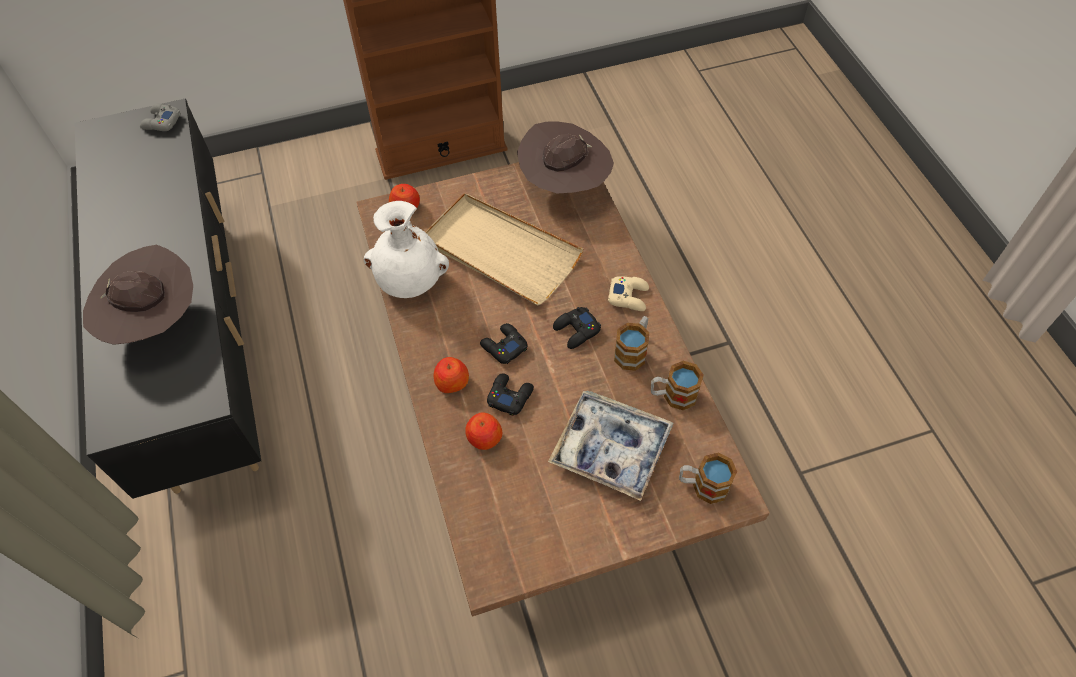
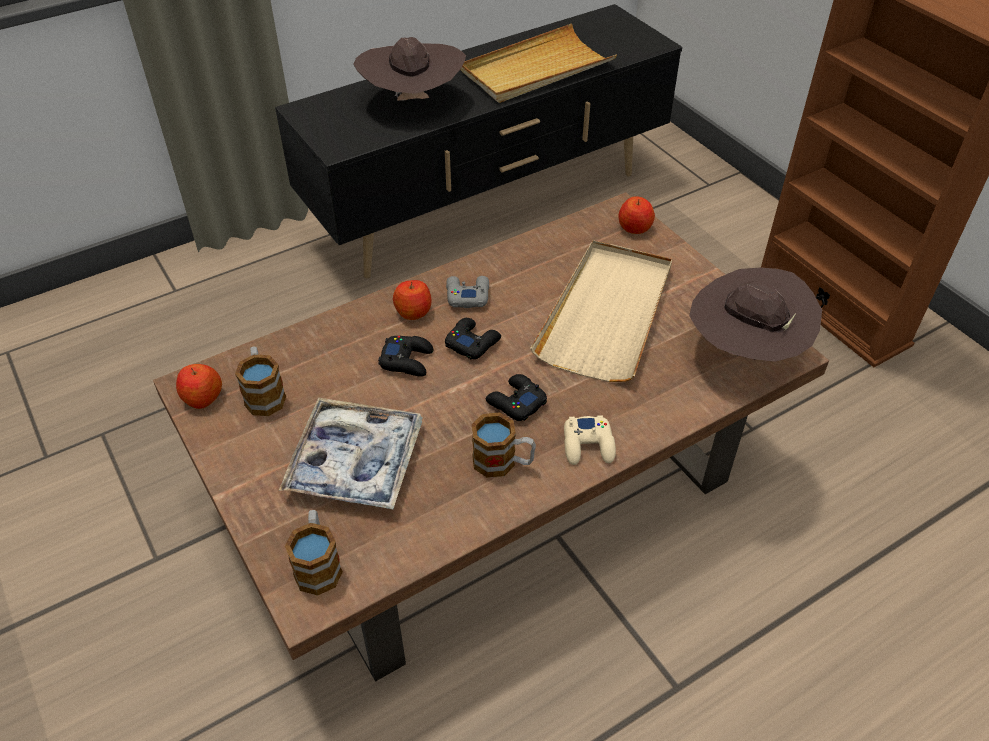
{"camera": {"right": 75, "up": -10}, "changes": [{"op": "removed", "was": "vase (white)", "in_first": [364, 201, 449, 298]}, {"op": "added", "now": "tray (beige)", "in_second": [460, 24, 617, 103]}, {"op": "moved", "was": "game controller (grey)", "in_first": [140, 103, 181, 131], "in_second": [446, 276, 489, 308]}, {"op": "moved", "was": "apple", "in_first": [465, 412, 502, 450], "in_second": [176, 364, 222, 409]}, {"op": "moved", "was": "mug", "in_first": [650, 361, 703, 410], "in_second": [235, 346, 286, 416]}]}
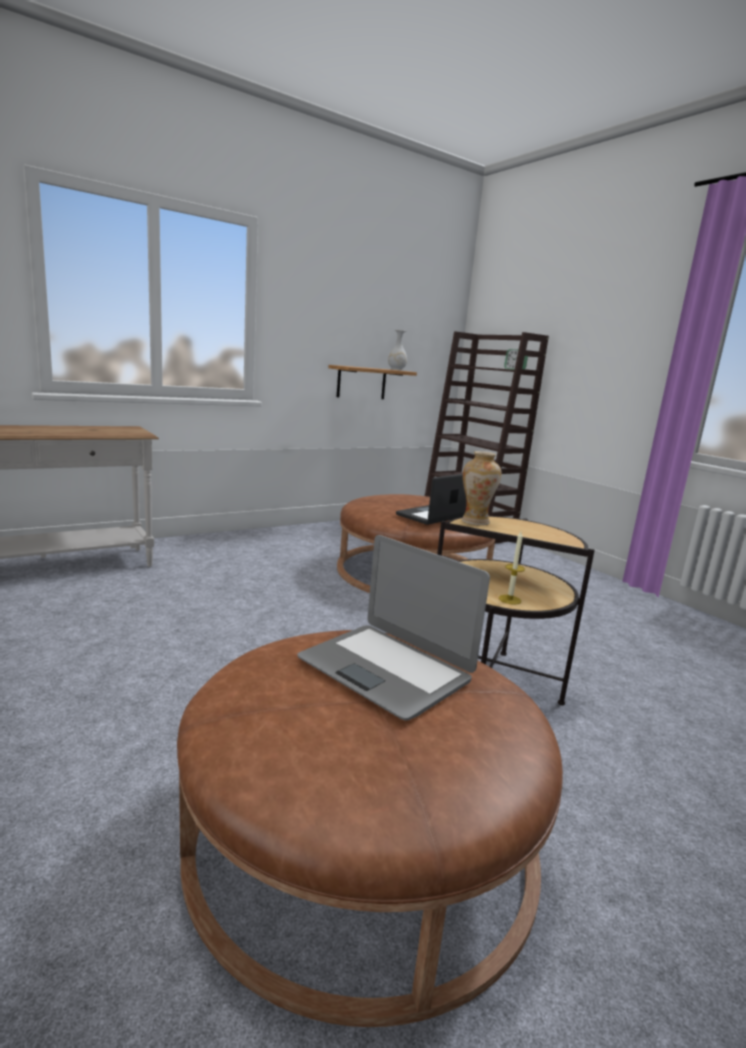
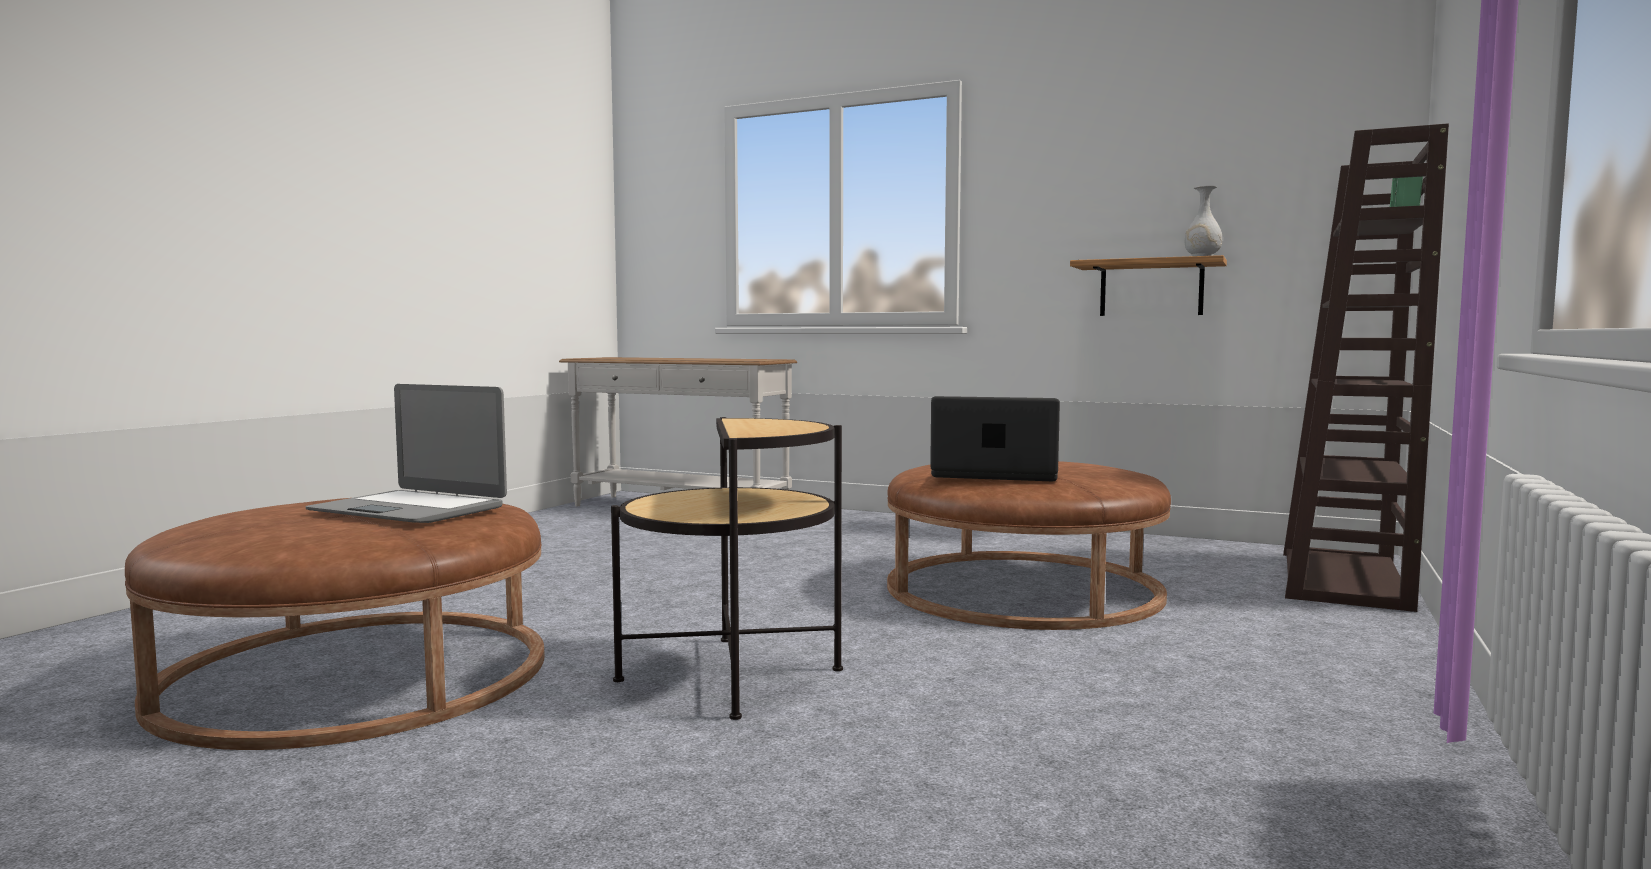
{"camera": {"right": 60, "up": -10}, "changes": [{"op": "removed", "was": "vase", "in_first": [462, 451, 501, 525]}, {"op": "removed", "was": "candle", "in_first": [499, 531, 525, 604]}, {"op": "turned", "was": "laptop", "in_first": [297, 535, 490, 720], "in_second": [306, 384, 507, 523], "clockwise": -75}]}
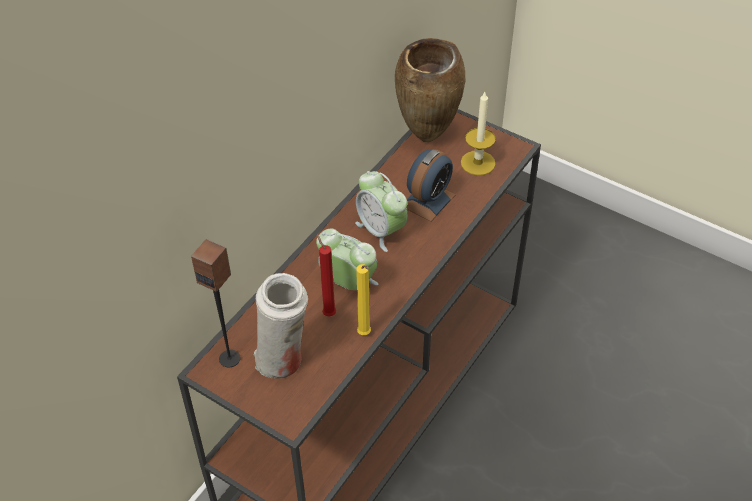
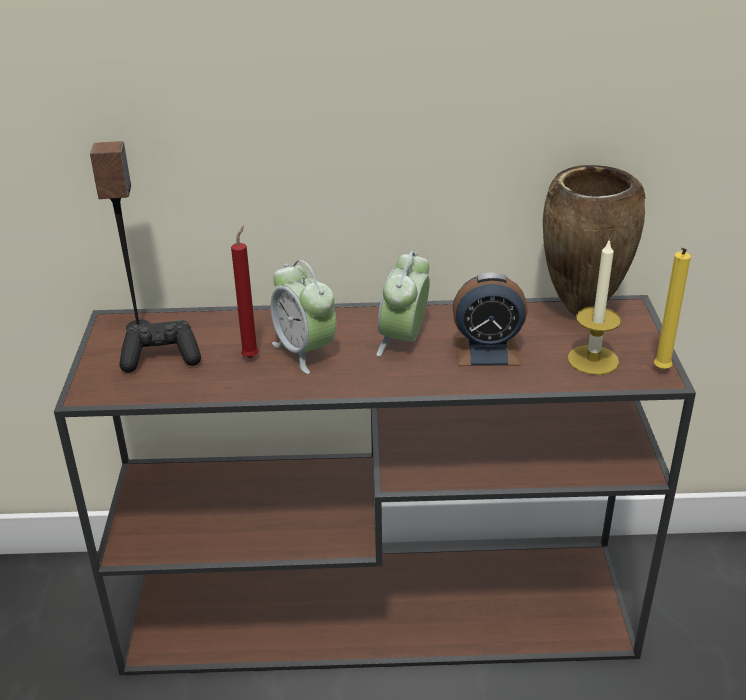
{"camera": {"right": 55, "up": -15}, "changes": [{"op": "moved", "was": "candle (yellow)", "in_first": [356, 264, 371, 335], "in_second": [654, 248, 691, 370]}, {"op": "replaced", "was": "vase (white)", "now": "game controller (black)", "in_first": [253, 273, 308, 379], "in_second": [120, 320, 201, 373]}, {"op": "turned", "was": "alarm clock", "in_first": [316, 228, 378, 290], "in_second": [271, 260, 336, 374], "clockwise": 150}]}
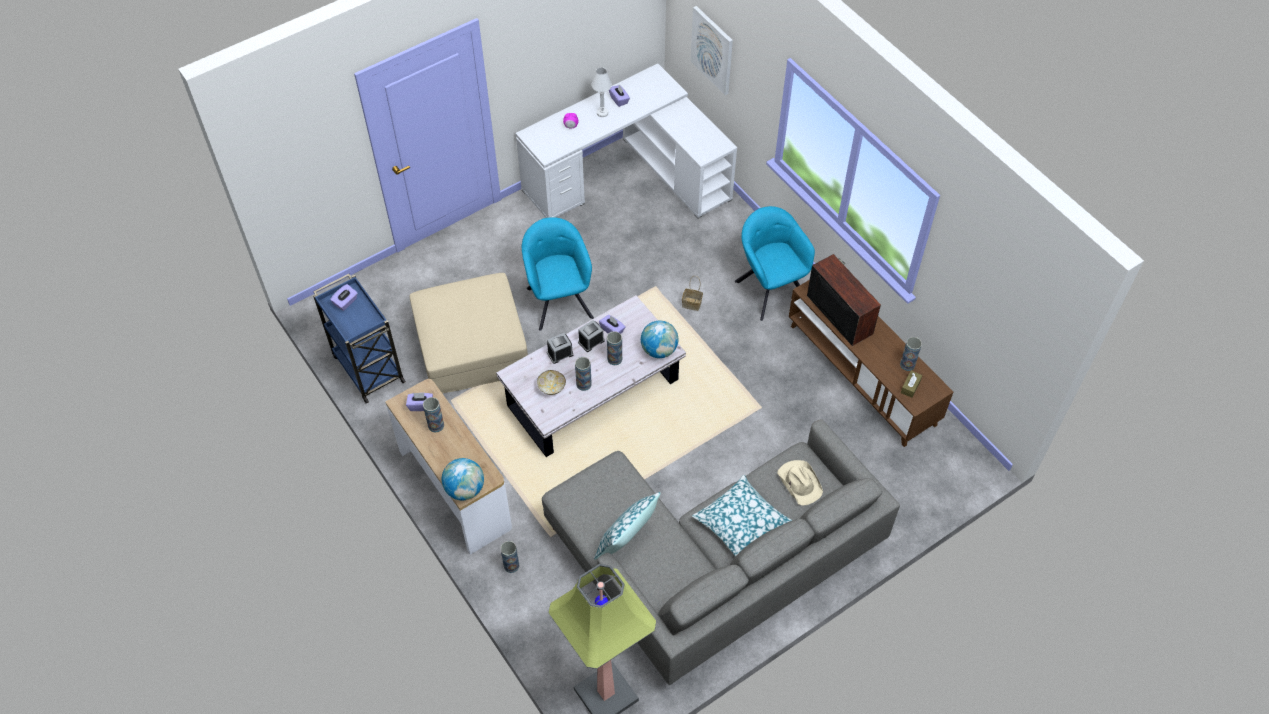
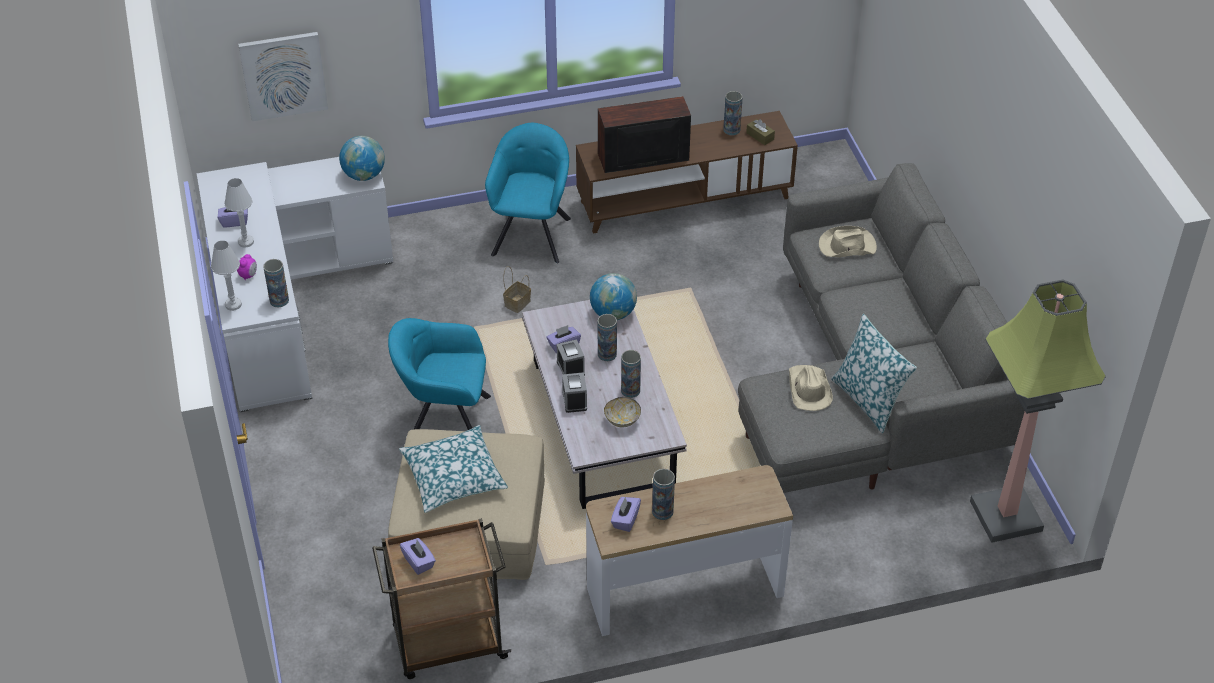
{"camera": {"right": -70, "up": -10}, "changes": [{"op": "added", "now": "table lamp (white)", "in_second": [211, 240, 242, 311]}, {"op": "added", "now": "hat (beige)", "in_second": [789, 365, 833, 411]}, {"op": "moved", "was": "globe", "in_first": [442, 458, 484, 500], "in_second": [339, 136, 385, 181]}, {"op": "moved", "was": "vase", "in_first": [500, 541, 520, 573], "in_second": [263, 259, 289, 307]}, {"op": "moved", "was": "pillow", "in_first": [692, 475, 792, 556], "in_second": [399, 425, 508, 513]}, {"op": "recoloured", "was": "cart (blue)", "now": "cart (brown)", "in_first": [313, 274, 406, 404], "in_second": [372, 518, 512, 679]}, {"op": "turned", "was": "armchair (turquoise)", "in_first": [735, 206, 815, 321], "in_second": [485, 123, 571, 264], "clockwise": 105}]}
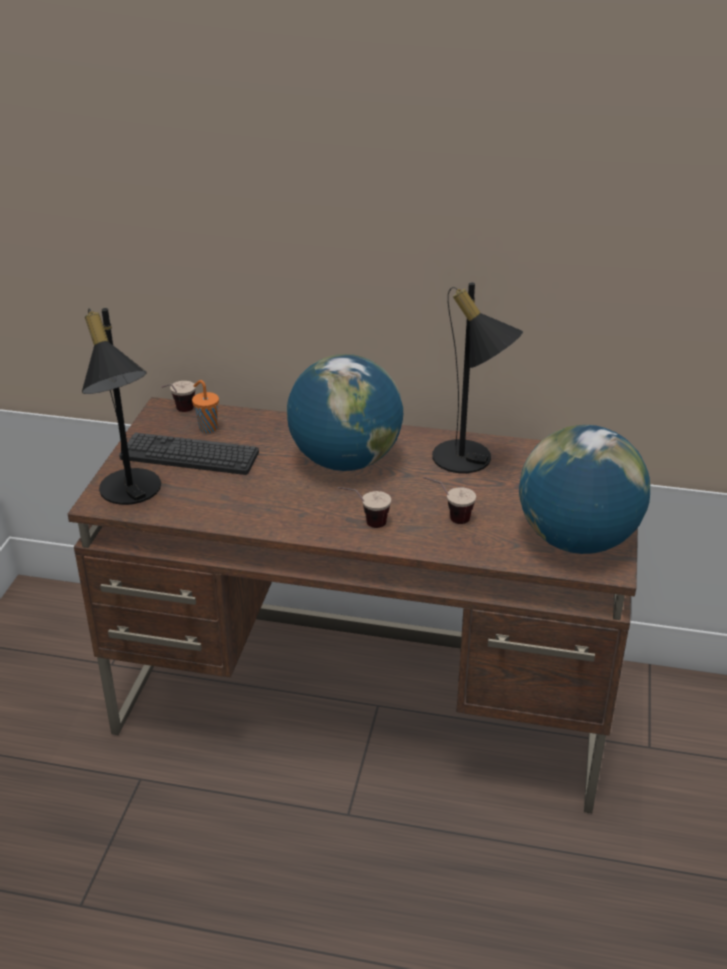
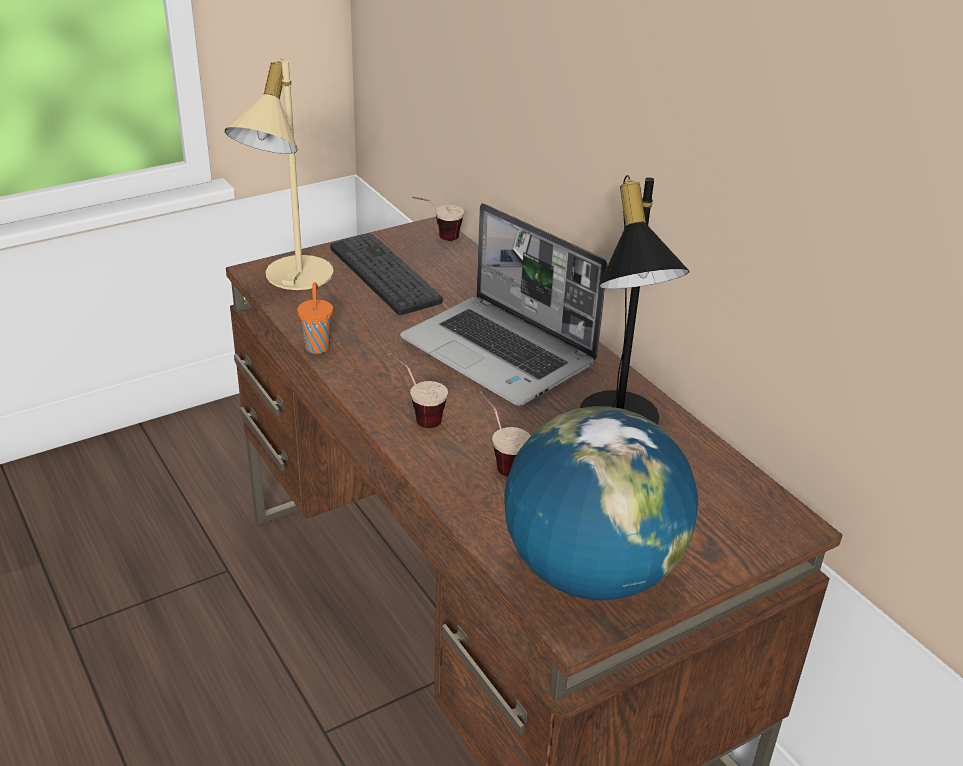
{"camera": {"right": 45, "up": 0}, "changes": [{"op": "moved", "was": "cup (orange)", "in_first": [192, 380, 219, 433], "in_second": [297, 282, 333, 354]}, {"op": "replaced", "was": "globe", "now": "laptop", "in_first": [287, 354, 403, 471], "in_second": [400, 203, 608, 406]}, {"op": "recoloured", "was": "table lamp (black)", "now": "table lamp (beige)", "in_first": [82, 308, 161, 505], "in_second": [224, 58, 334, 290]}]}
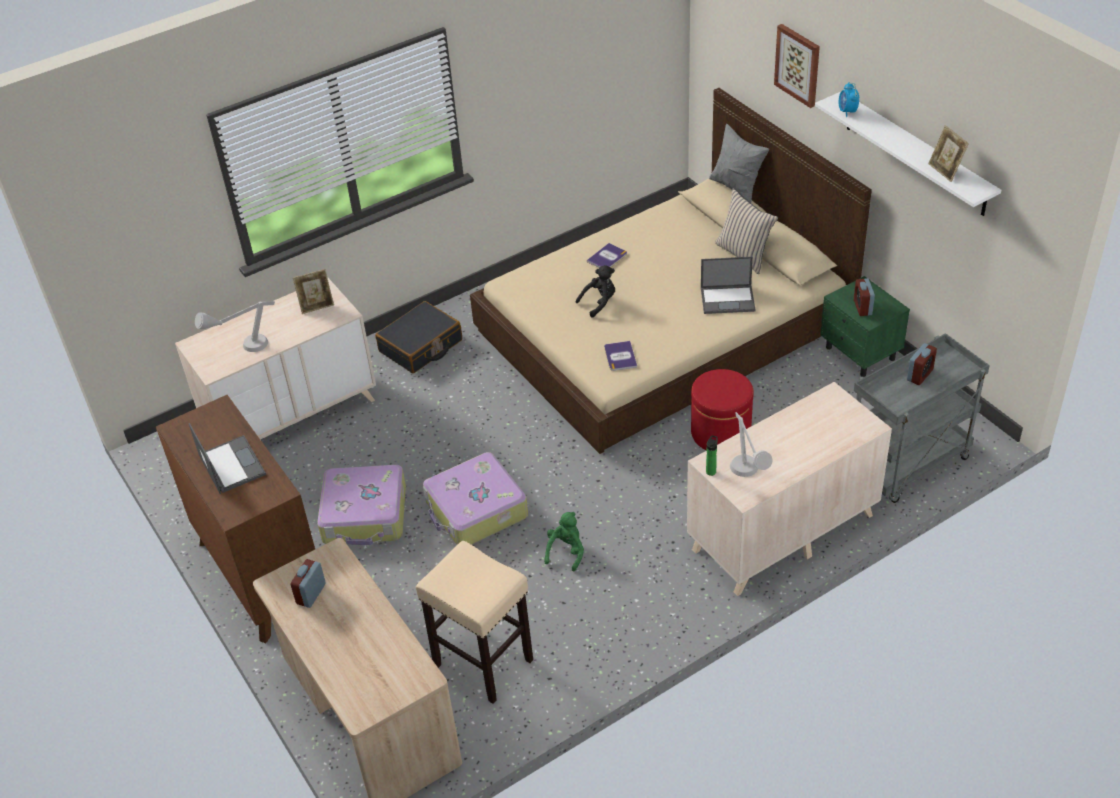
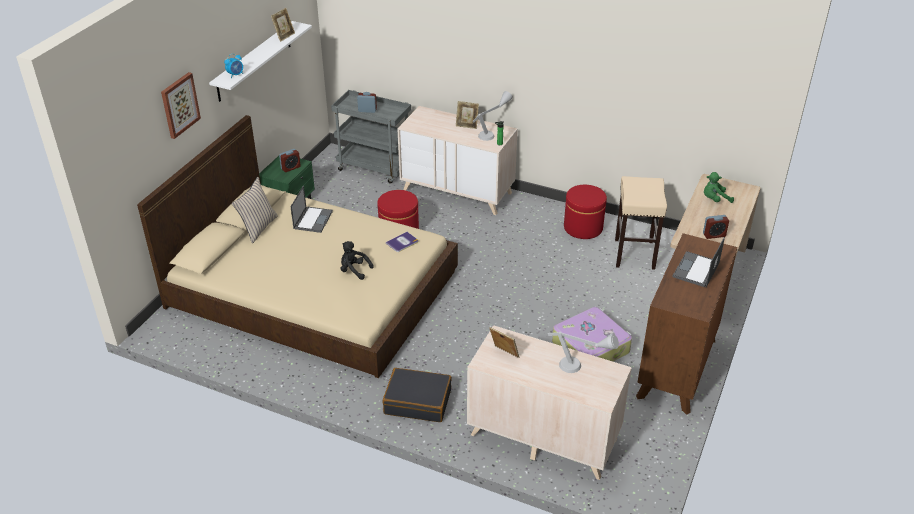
{"camera": {"right": -125, "up": -5}, "changes": [{"op": "removed", "was": "suitcase", "in_first": [423, 452, 528, 545]}, {"op": "removed", "was": "book", "in_first": [587, 243, 627, 268]}, {"op": "removed", "was": "pillow (grey)", "in_first": [709, 124, 769, 203]}, {"op": "added", "now": "picture frame", "in_second": [456, 101, 479, 129]}, {"op": "added", "now": "ottoman (red)", "in_second": [564, 185, 607, 239]}, {"op": "moved", "was": "plush toy (green)", "in_first": [544, 512, 584, 572], "in_second": [704, 172, 734, 203]}, {"op": "turned", "was": "laptop", "in_first": [701, 257, 756, 314], "in_second": [291, 186, 333, 233], "clockwise": 45}]}
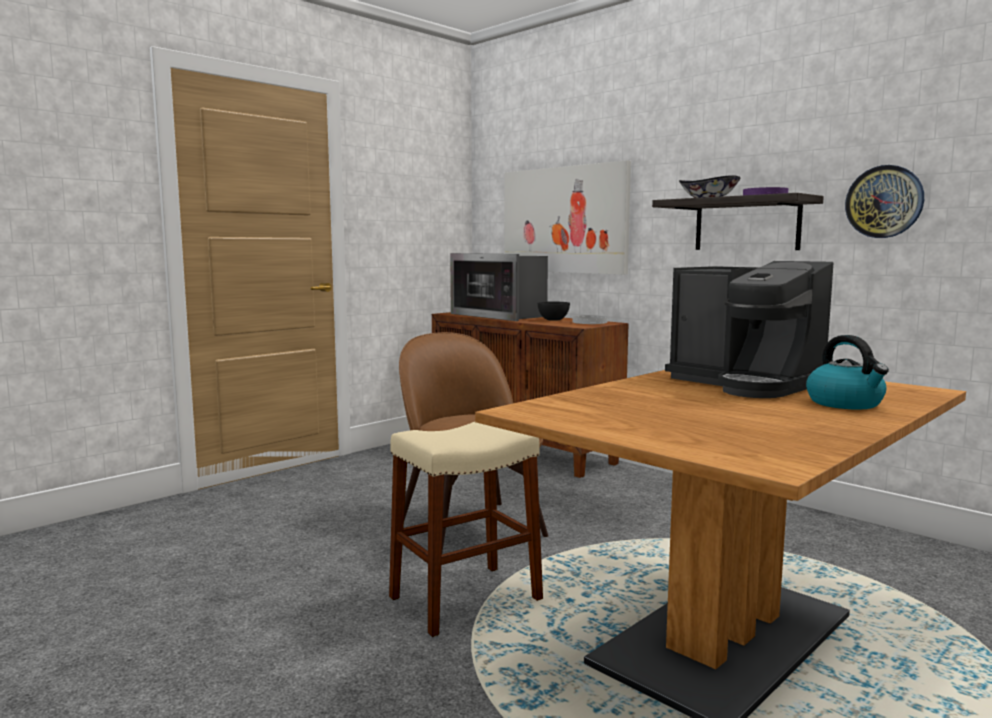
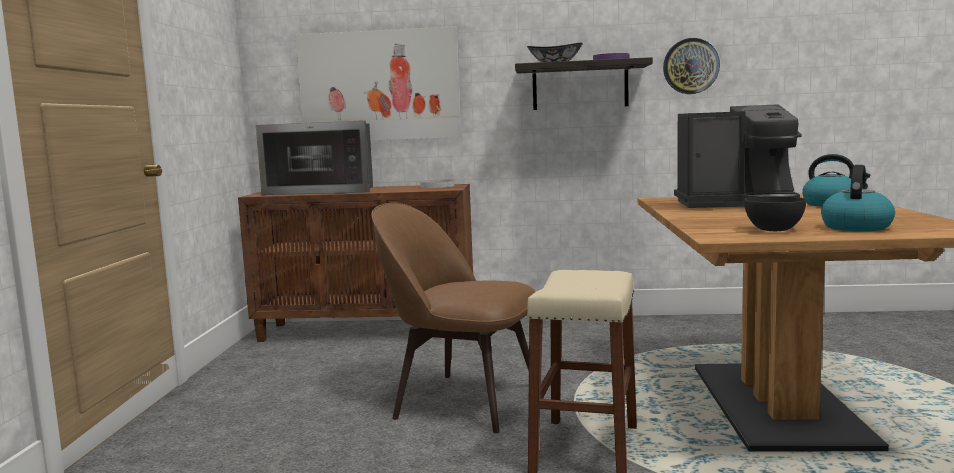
{"camera": {"right": -40, "up": 0}, "changes": [{"op": "added", "now": "kettle", "in_second": [821, 165, 895, 231]}, {"op": "moved", "was": "bowl (grey)", "in_first": [538, 302, 570, 321], "in_second": [744, 196, 807, 231]}]}
